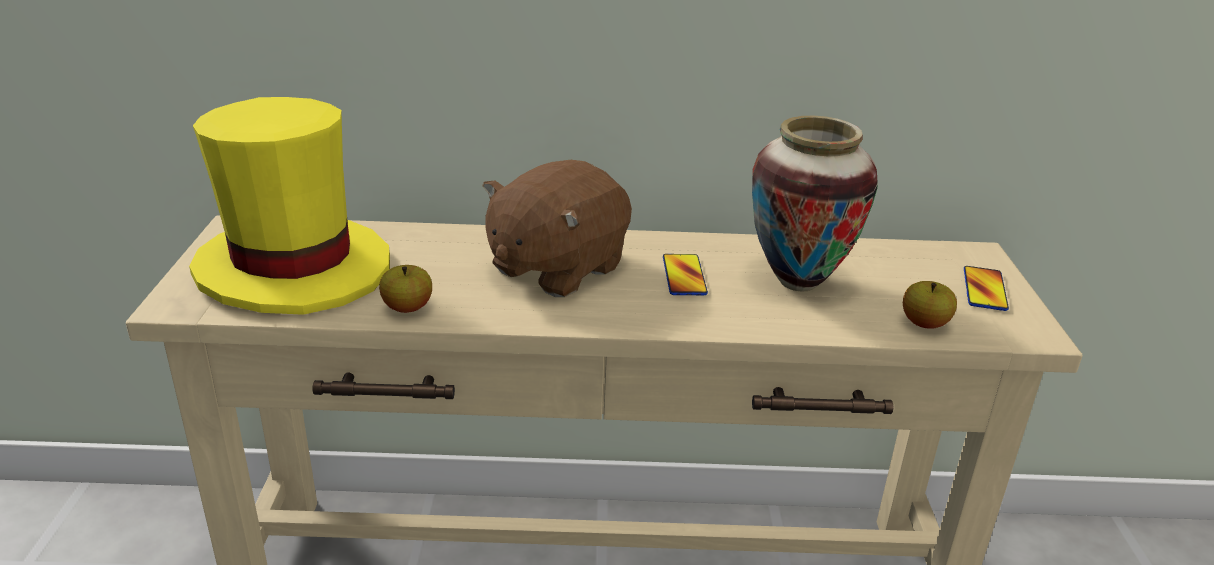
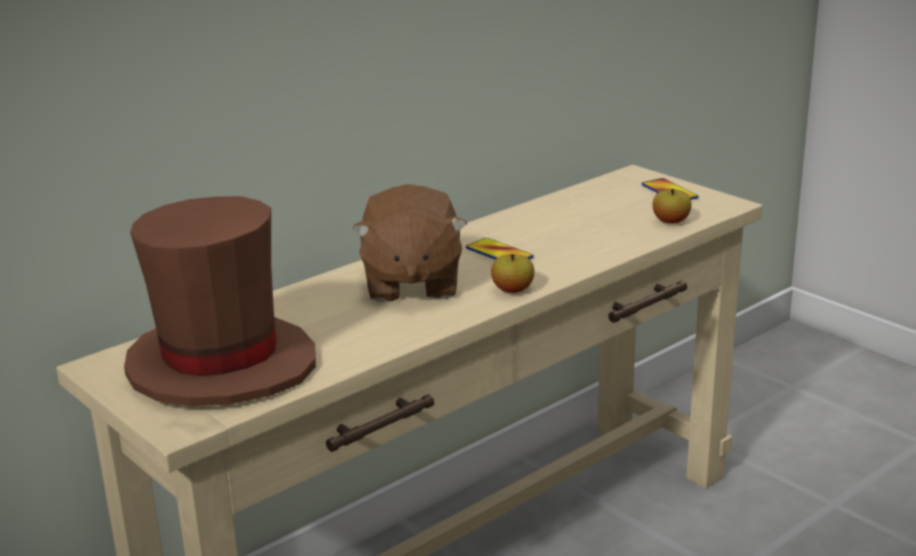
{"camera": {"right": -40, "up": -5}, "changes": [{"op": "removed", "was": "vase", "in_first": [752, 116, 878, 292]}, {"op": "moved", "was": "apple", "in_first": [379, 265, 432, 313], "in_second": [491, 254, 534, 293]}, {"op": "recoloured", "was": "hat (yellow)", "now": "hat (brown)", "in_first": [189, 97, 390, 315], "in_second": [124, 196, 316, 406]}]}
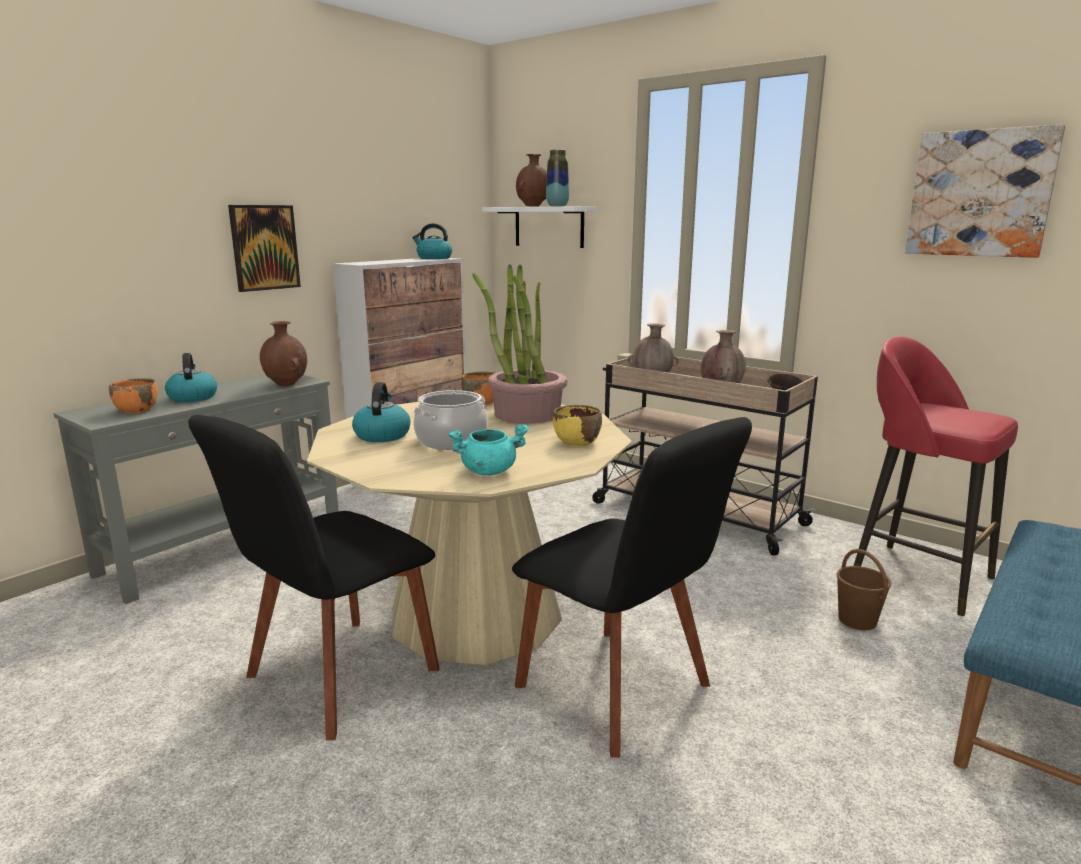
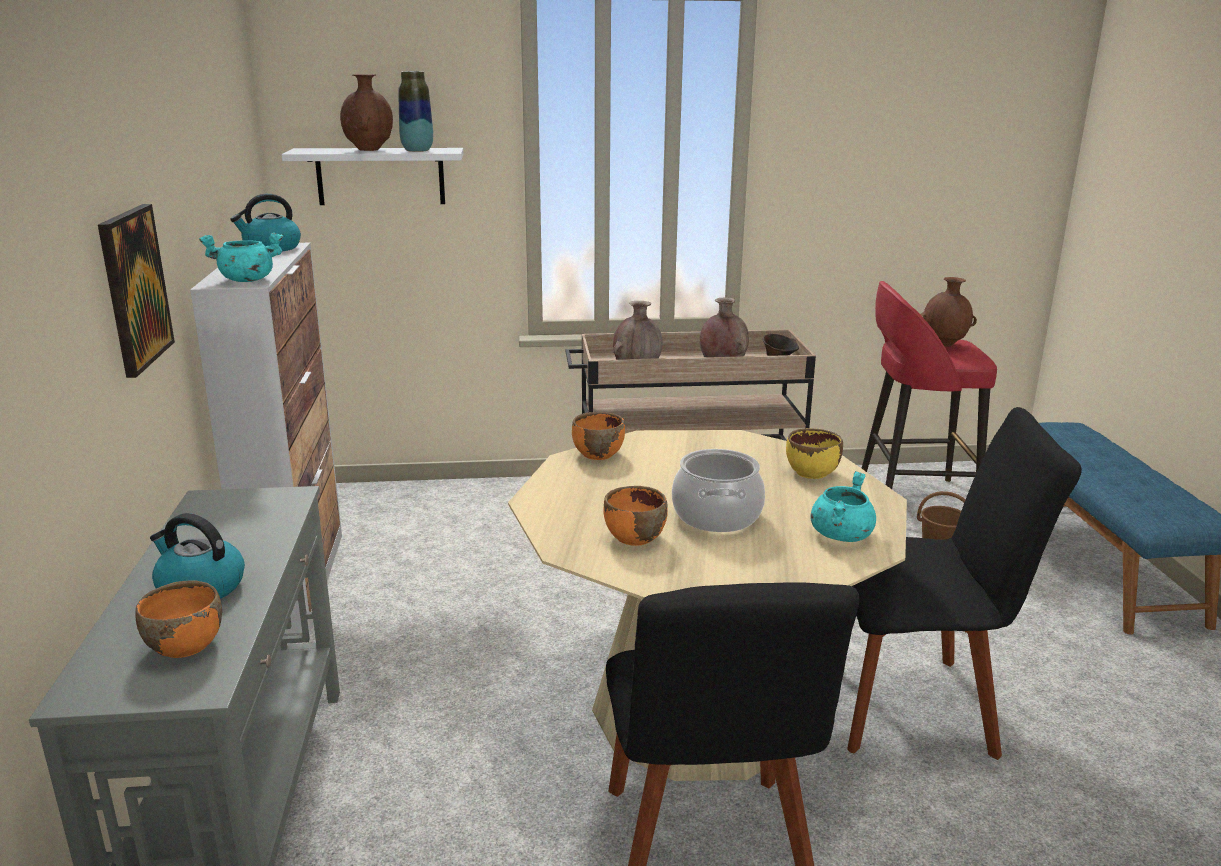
{"camera": {"right": -45, "up": 5}, "changes": [{"op": "removed", "was": "potted plant", "in_first": [472, 264, 567, 424]}, {"op": "removed", "was": "picture", "in_first": [905, 124, 1065, 258]}, {"op": "added", "now": "cooking pot (turquoise)", "in_second": [199, 233, 283, 282]}, {"op": "moved", "was": "vase (brown)", "in_first": [260, 321, 307, 386], "in_second": [920, 277, 977, 347]}, {"op": "replaced", "was": "kettle", "now": "bowl (orange)", "in_first": [352, 382, 410, 442], "in_second": [603, 486, 668, 546]}]}
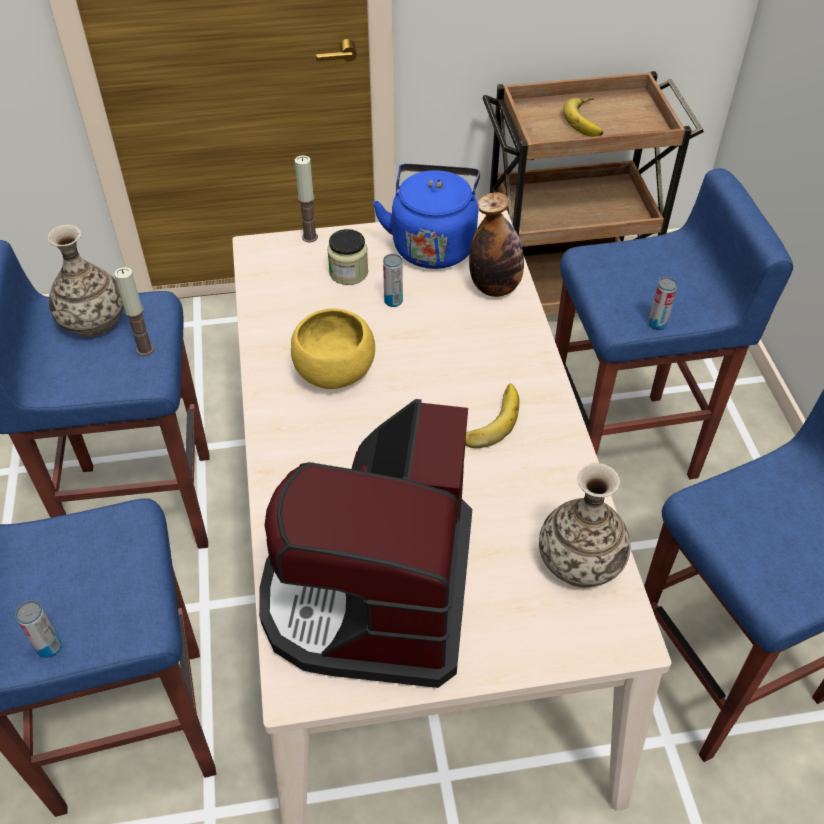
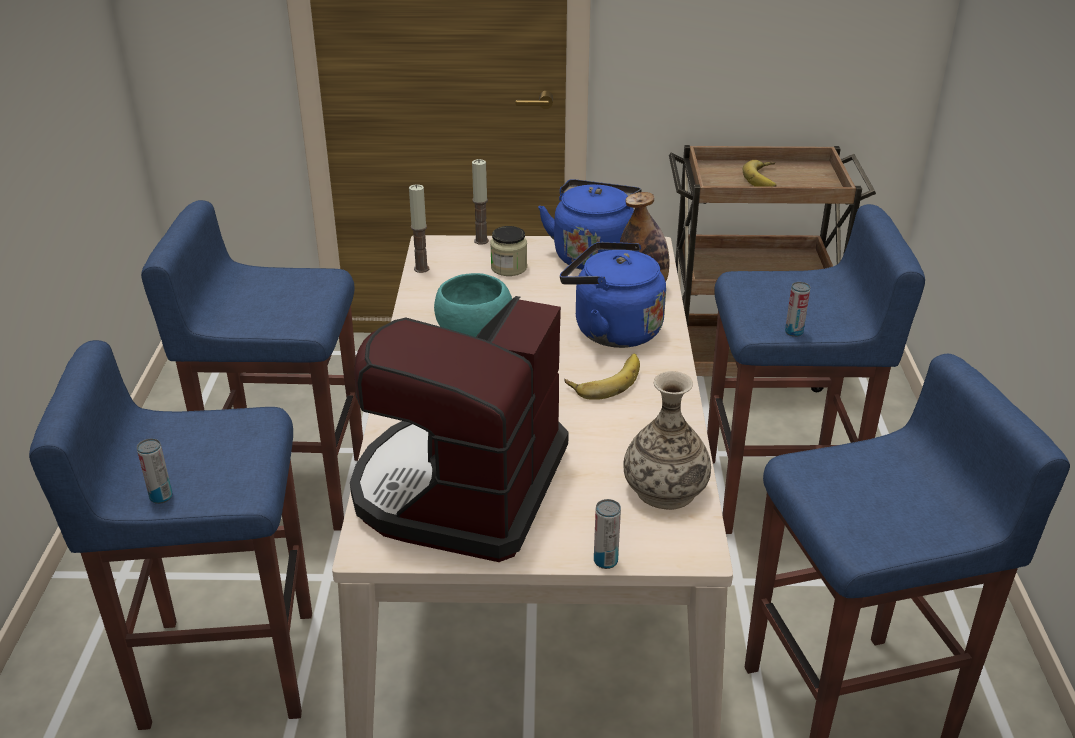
{"camera": {"right": 10, "up": -15}, "changes": [{"op": "removed", "was": "vase", "in_first": [48, 225, 124, 337]}, {"op": "added", "now": "kettle (blue)", "in_second": [560, 242, 666, 348]}, {"op": "moved", "was": "candle", "in_first": [114, 267, 154, 356], "in_second": [409, 184, 429, 273]}, {"op": "moved", "was": "can", "in_first": [383, 254, 403, 307], "in_second": [594, 499, 621, 569]}, {"op": "recoloured", "was": "bowl (yellow)", "now": "bowl (turquoise)", "in_first": [291, 308, 375, 389], "in_second": [434, 273, 512, 337]}]}
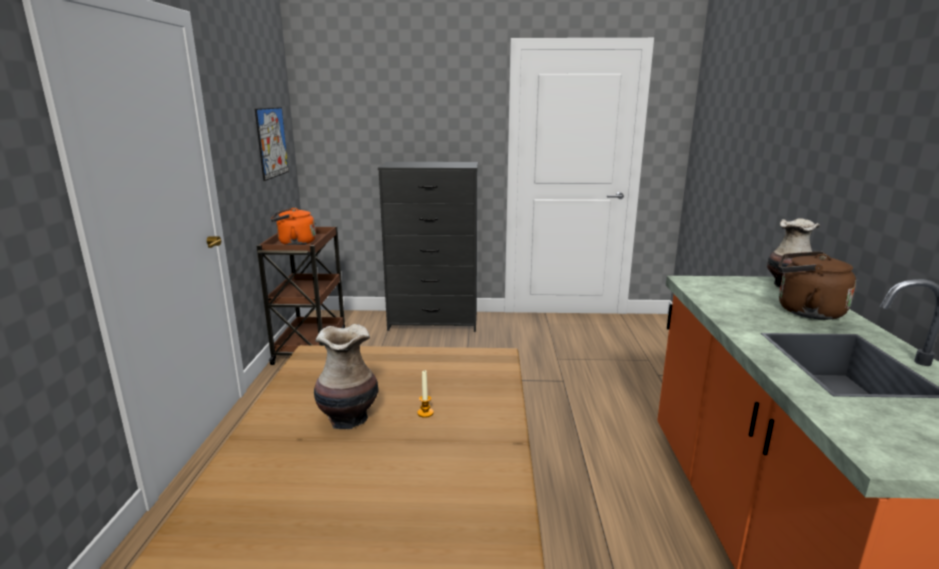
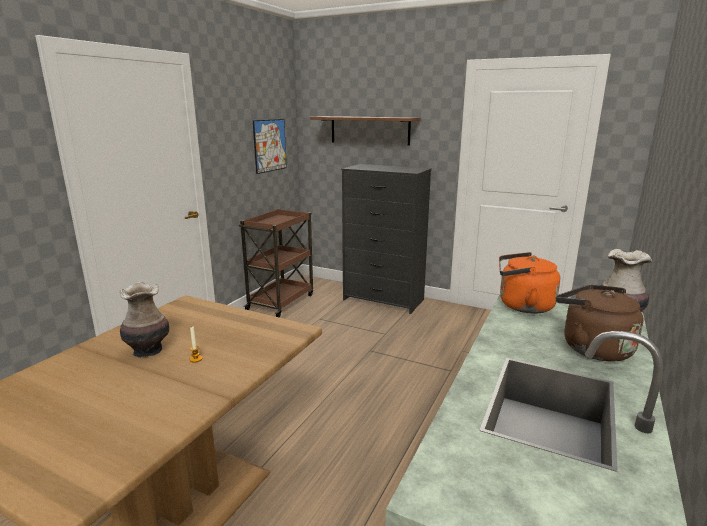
{"camera": {"right": 25, "up": 0}, "changes": [{"op": "added", "now": "shelf (brown)", "in_second": [310, 116, 421, 145]}, {"op": "moved", "was": "kettle (orange)", "in_first": [271, 207, 316, 245], "in_second": [499, 252, 560, 314]}]}
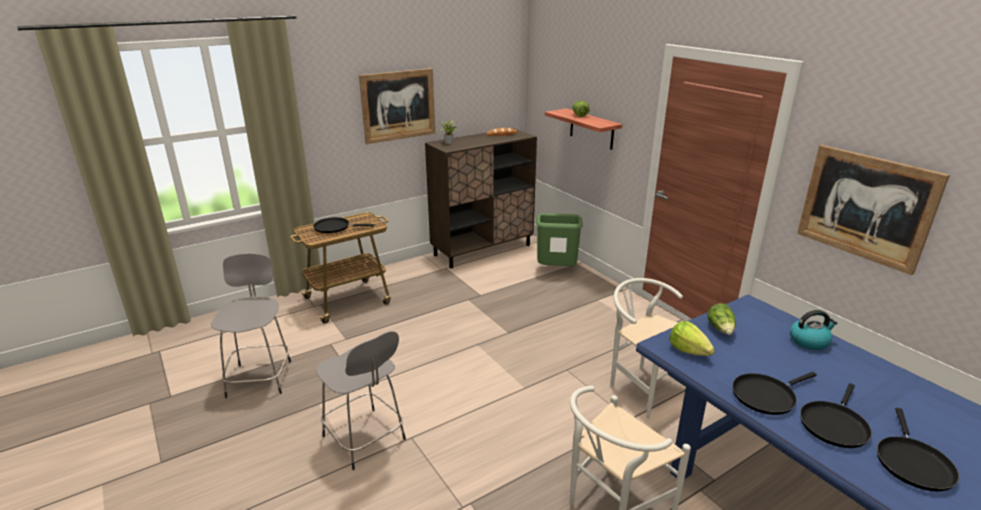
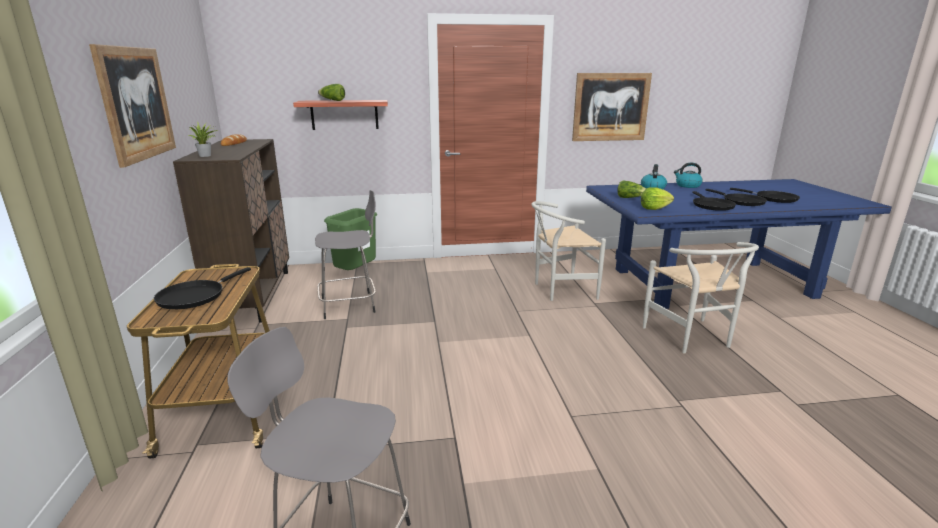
{"camera": {"right": -65, "up": -5}, "changes": [{"op": "added", "now": "kettle", "in_second": [674, 163, 703, 188]}, {"op": "moved", "was": "stool (grey)", "in_first": [316, 331, 406, 470], "in_second": [315, 190, 376, 319]}]}
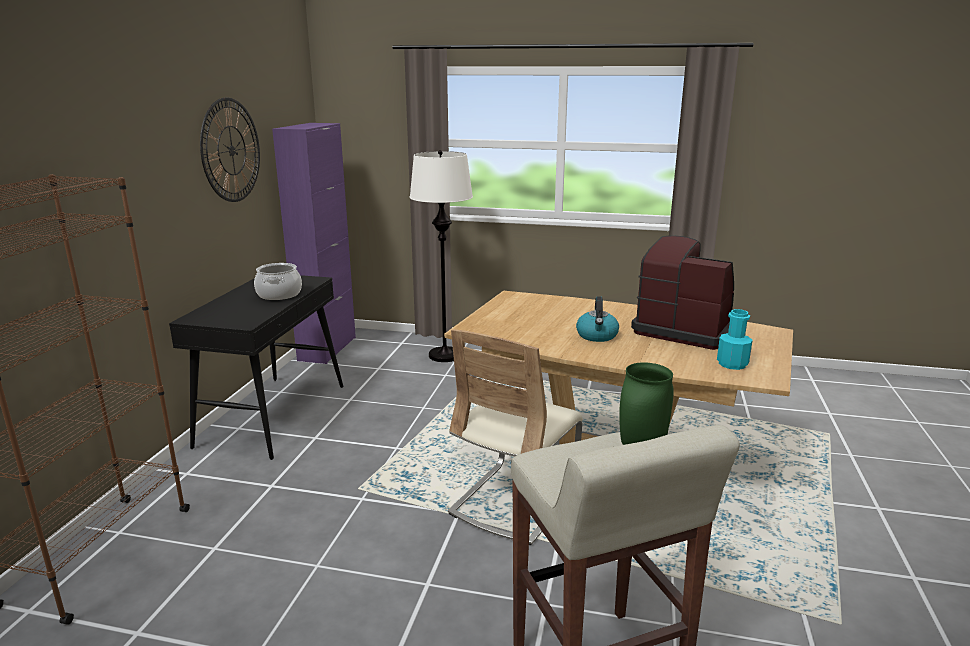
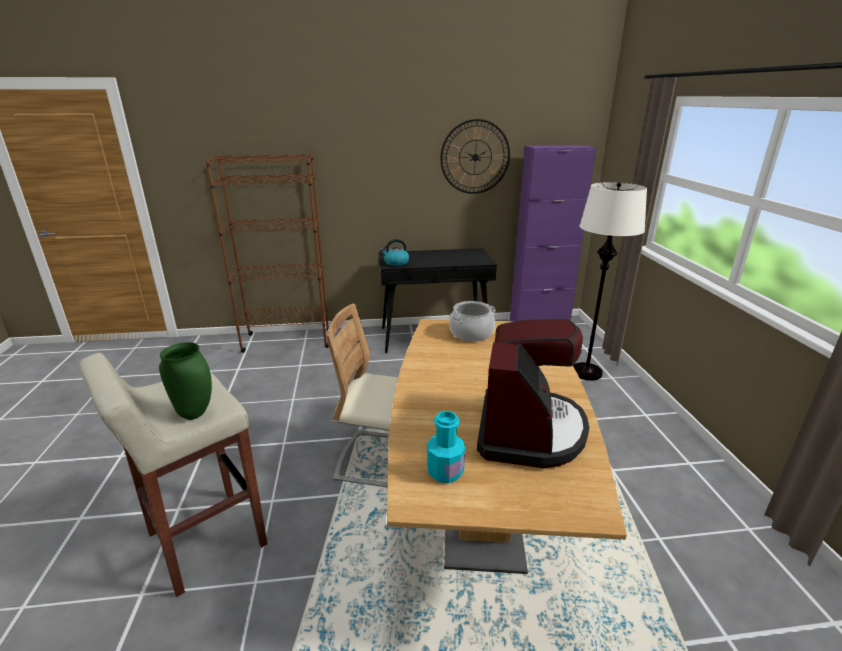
{"camera": {"right": 70, "up": 5}, "changes": [{"op": "moved", "was": "cooking pot", "in_first": [254, 263, 302, 300], "in_second": [449, 301, 495, 342]}, {"op": "moved", "was": "kettle", "in_first": [576, 296, 619, 342], "in_second": [380, 239, 409, 266]}]}
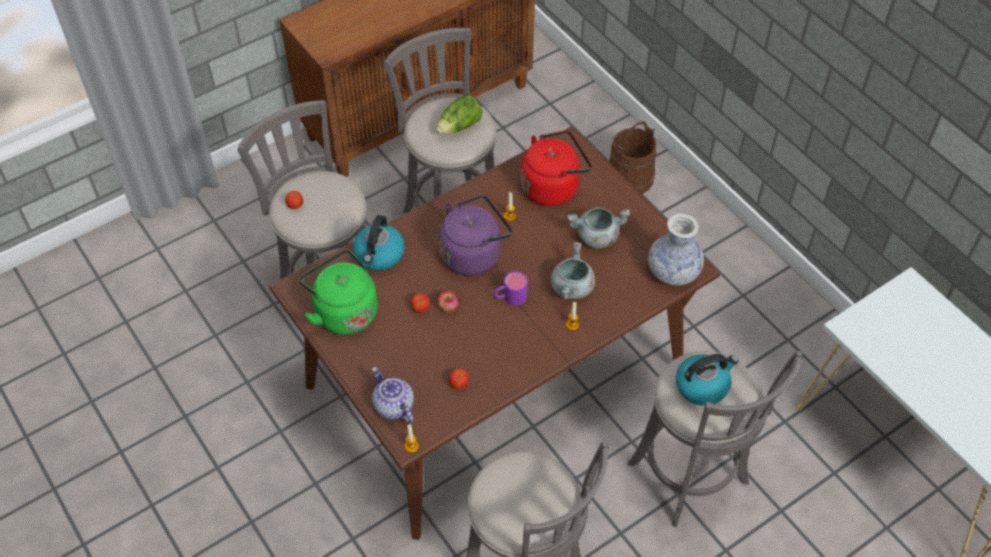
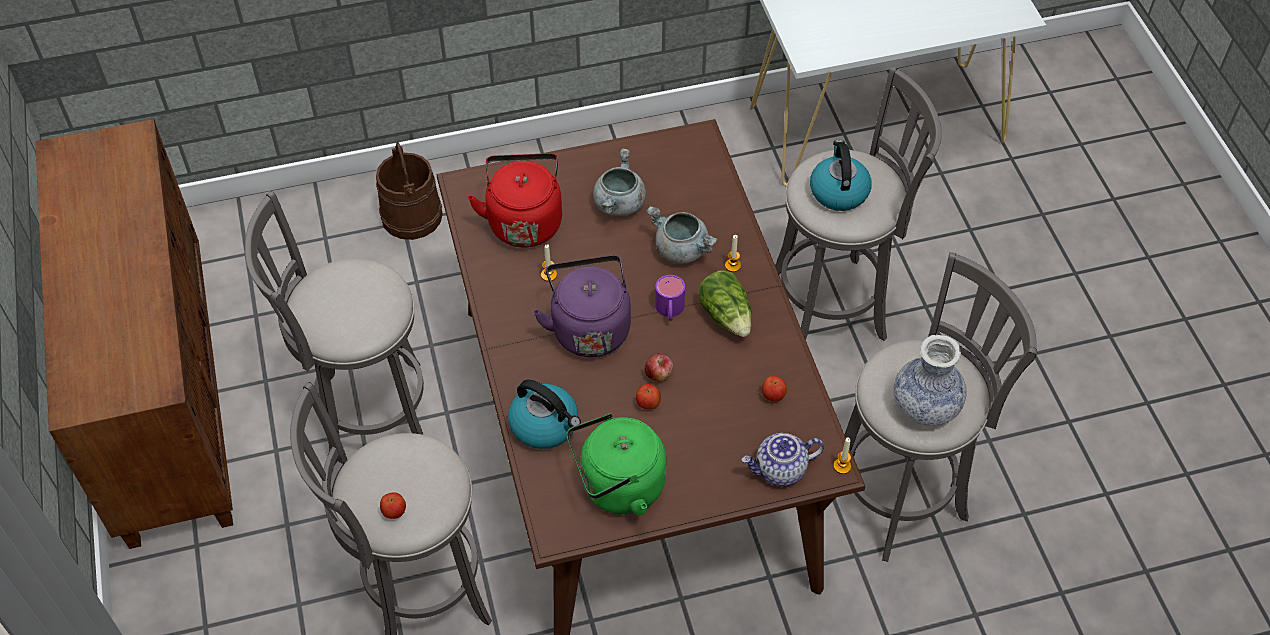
{"camera": {"right": -70, "up": 0}, "changes": [{"op": "moved", "was": "lettuce", "in_first": [436, 95, 482, 134], "in_second": [698, 270, 752, 337]}, {"op": "moved", "was": "vase", "in_first": [648, 214, 704, 286], "in_second": [893, 335, 967, 426]}]}
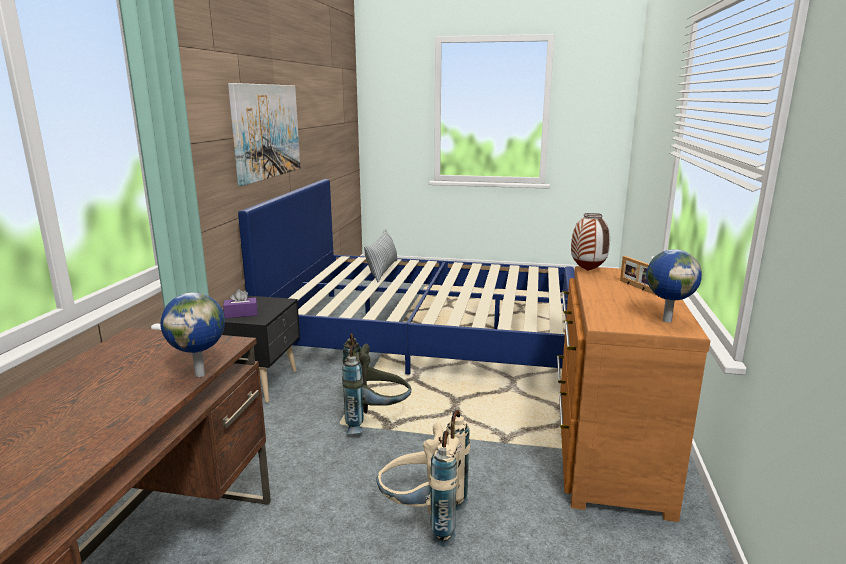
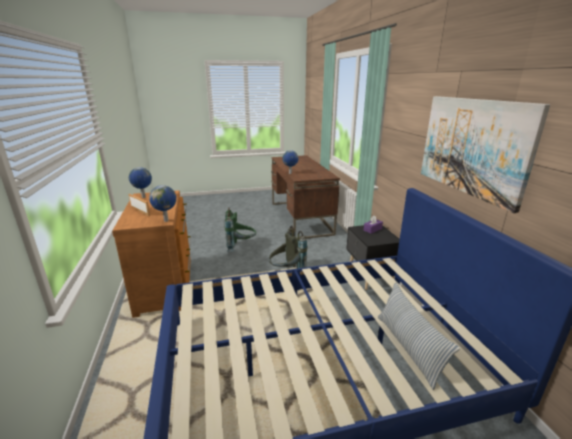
{"camera": {"right": 155, "up": 5}, "changes": [{"op": "replaced", "was": "vase", "now": "globe", "in_first": [571, 213, 610, 271], "in_second": [149, 185, 176, 222]}, {"op": "recoloured", "was": "backpack (beige)", "now": "backpack (green)", "in_first": [376, 410, 470, 547], "in_second": [225, 208, 256, 252]}]}
